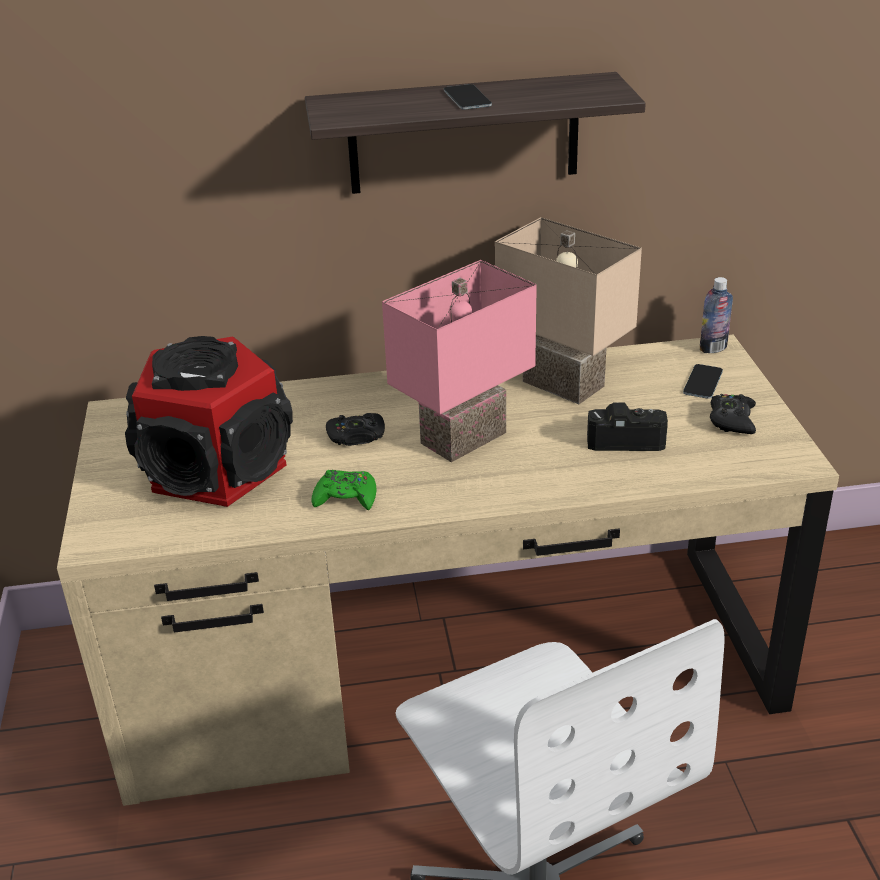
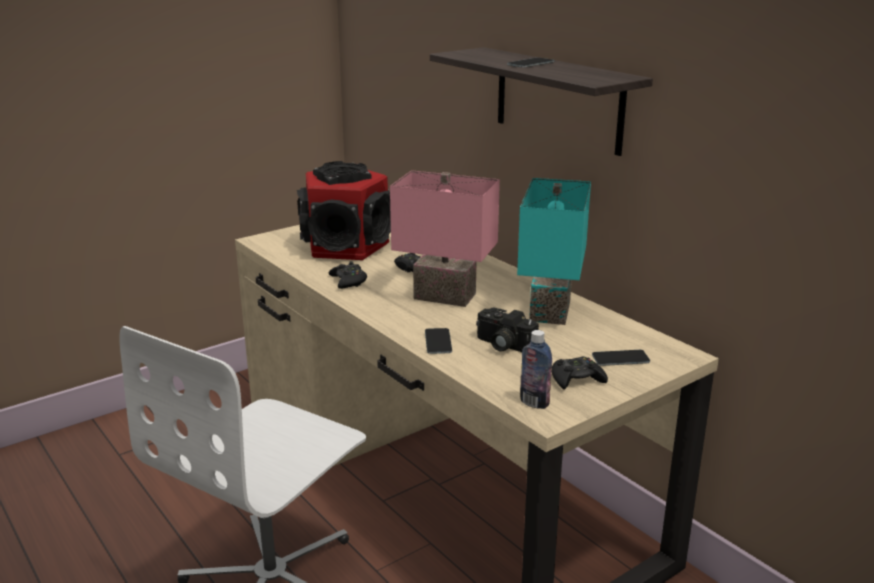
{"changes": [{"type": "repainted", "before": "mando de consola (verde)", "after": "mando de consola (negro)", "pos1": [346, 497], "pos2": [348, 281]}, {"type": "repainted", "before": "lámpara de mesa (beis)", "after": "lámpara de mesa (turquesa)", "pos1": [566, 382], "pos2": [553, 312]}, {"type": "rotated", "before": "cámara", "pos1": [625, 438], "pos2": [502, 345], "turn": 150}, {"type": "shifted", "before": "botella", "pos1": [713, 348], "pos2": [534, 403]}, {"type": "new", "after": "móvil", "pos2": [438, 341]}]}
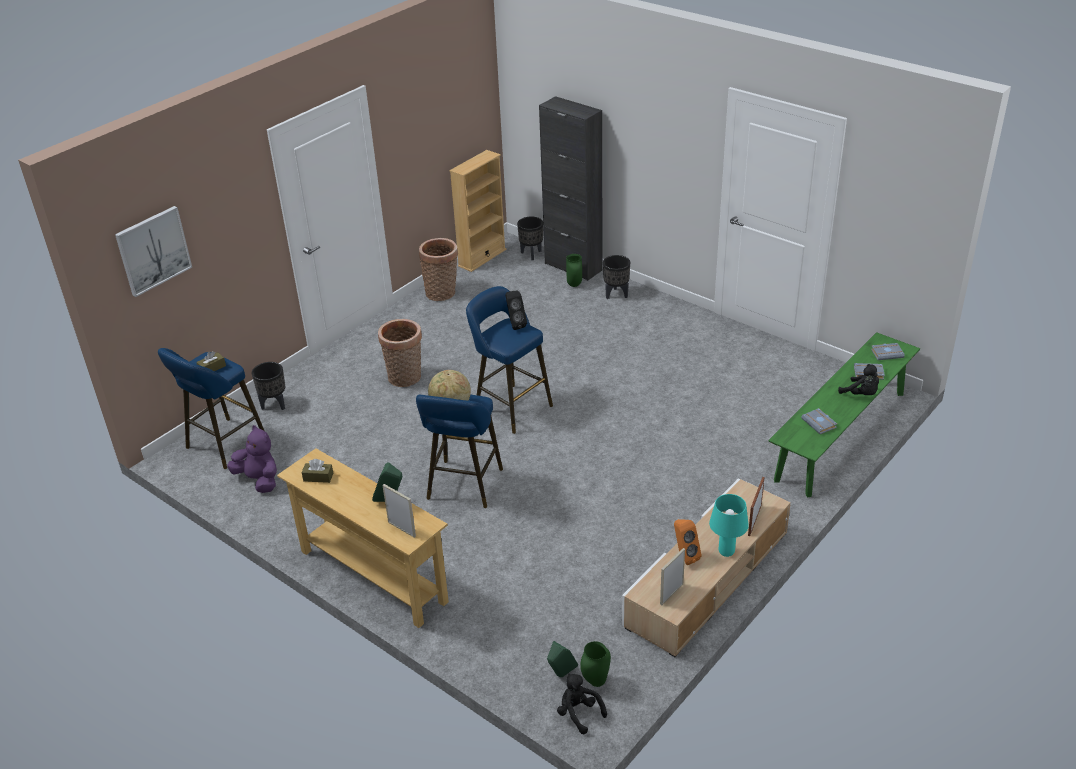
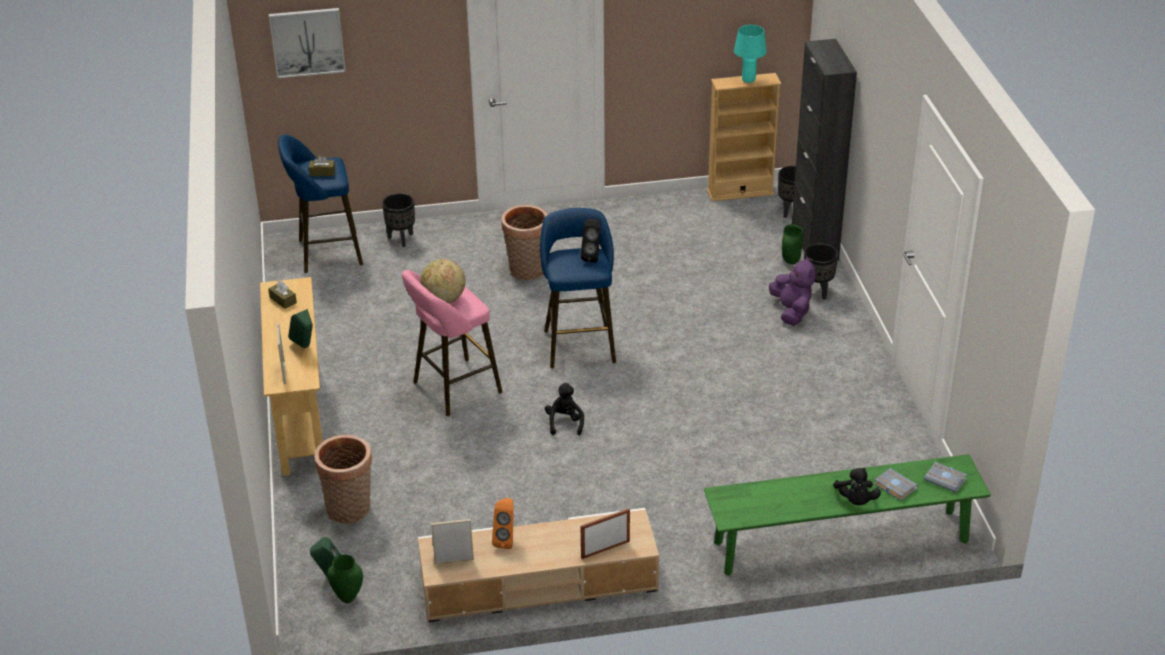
{"changes": [{"type": "shifted", "before": "peluche (morado)", "pos1": [259, 480], "pos2": [791, 311]}, {"type": "repainted", "before": "taburete (azul)", "after": "taburete (rosa)", "pos1": [463, 487], "pos2": [453, 389]}, {"type": "shifted", "before": "cesta", "pos1": [442, 293], "pos2": [350, 511]}, {"type": "shifted", "before": "peluche (negro)", "pos1": [579, 713], "pos2": [565, 423]}, {"type": "shifted", "before": "lámpara de mesa (turquesa)", "pos1": [726, 551], "pos2": [748, 80]}, {"type": "gone", "before": "libro (gris)", "pos1": [820, 423]}]}
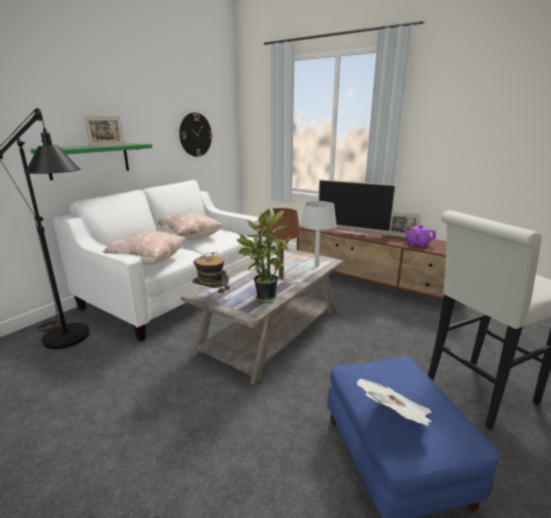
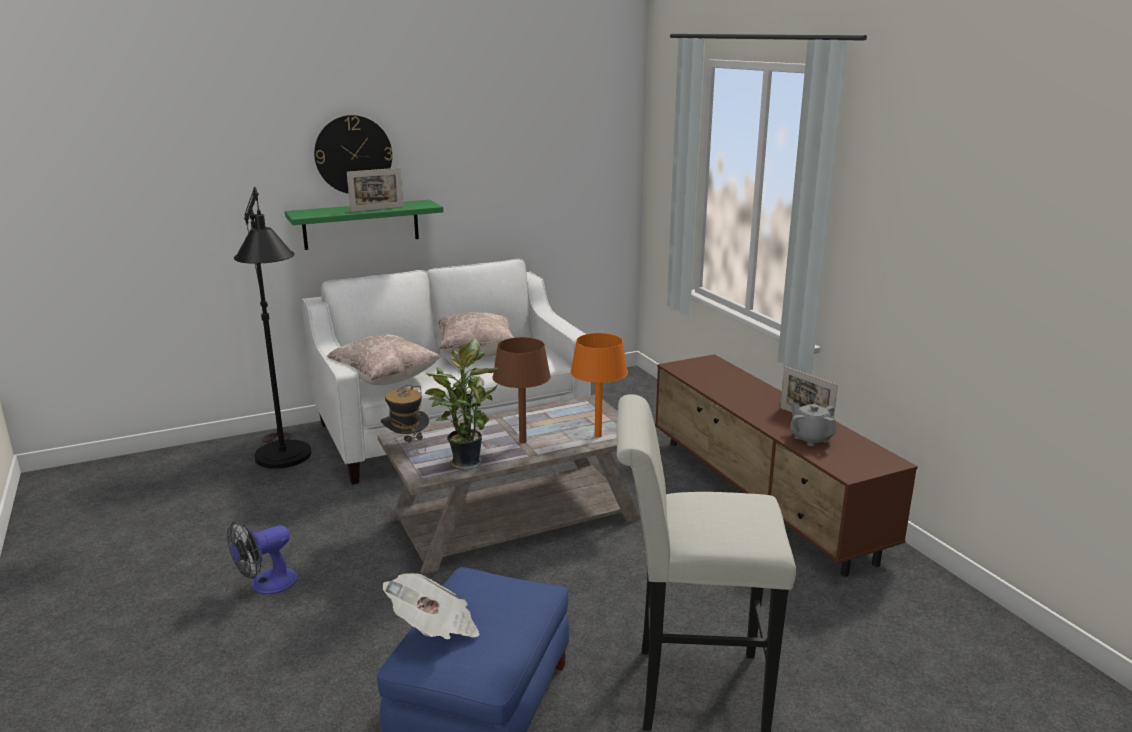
{"changes": [{"type": "shifted", "before": "reloj de pared", "pos1": [195, 135], "pos2": [353, 154]}, {"type": "repainted", "before": "lámpara de mesa (gris)", "after": "lámpara de mesa (naranja)", "pos1": [316, 265], "pos2": [598, 436]}, {"type": "gone", "before": "televisor", "pos1": [352, 232]}, {"type": "repainted", "before": "tetera (morado)", "after": "tetera (gris)", "pos1": [417, 244], "pos2": [810, 439]}, {"type": "new", "after": "ventilador", "pos2": [266, 584]}]}
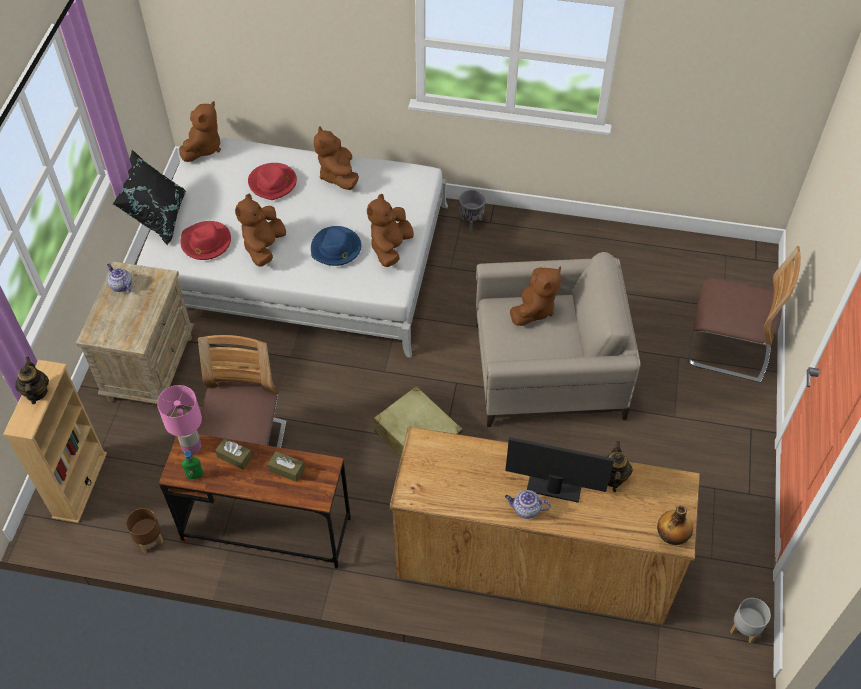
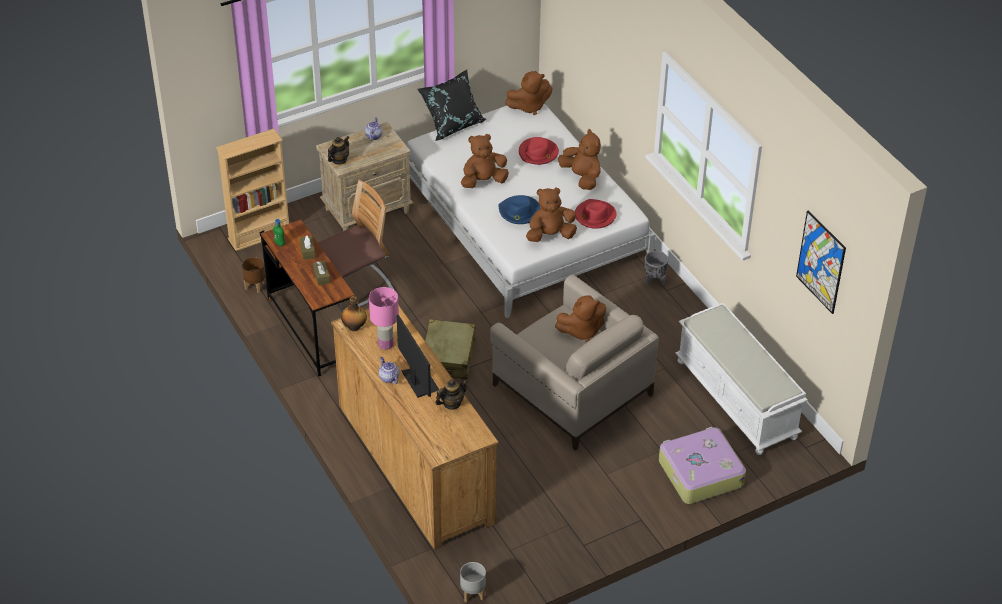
{"changes": [{"type": "shifted", "before": "tetera", "pos1": [36, 392], "pos2": [339, 160]}, {"type": "shifted", "before": "lámpara de mesa (rosa)", "pos1": [192, 446], "pos2": [386, 344]}, {"type": "shifted", "before": "sombrero (rojo)", "pos1": [206, 243], "pos2": [594, 216]}, {"type": "rotated", "before": "peluche (marrón)", "pos1": [338, 175], "pos2": [582, 177], "turn": 105}, {"type": "shifted", "before": "botella", "pos1": [672, 536], "pos2": [354, 327]}, {"type": "swapped", "before": "silla", "after": "maleta", "pos1": [727, 348], "pos2": [699, 473]}, {"type": "new", "after": "banco (blanco)", "pos2": [737, 399]}, {"type": "new", "after": "cuadro", "pos2": [821, 262]}]}
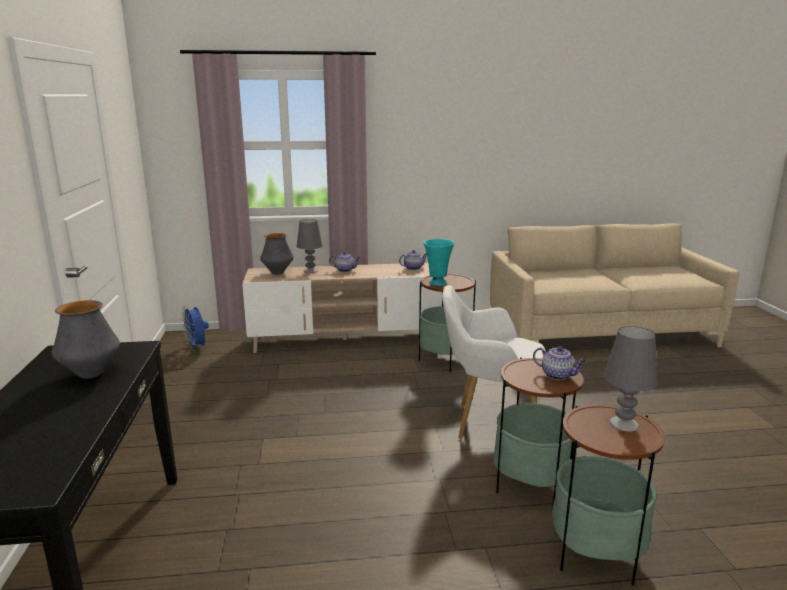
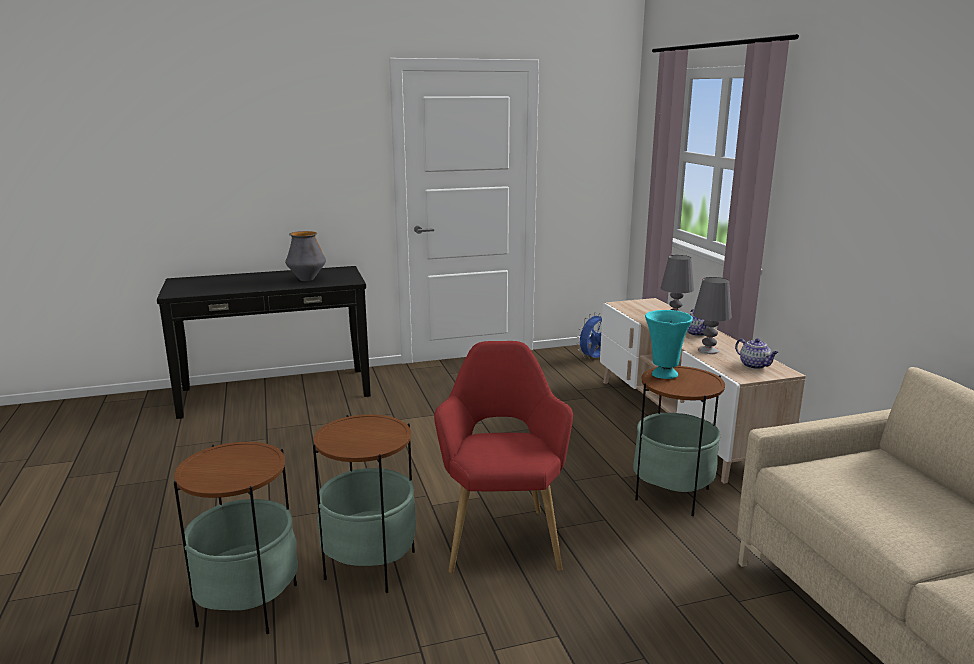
{"changes": [{"type": "gone", "before": "florero", "pos1": [277, 272]}, {"type": "repainted", "before": "sillón (blanco)", "after": "sillón (rojo)", "pos1": [490, 423], "pos2": [502, 535]}, {"type": "gone", "before": "tetera", "pos1": [558, 375]}, {"type": "shifted", "before": "lámpara de mesa (gris)", "pos1": [623, 423], "pos2": [708, 350]}]}
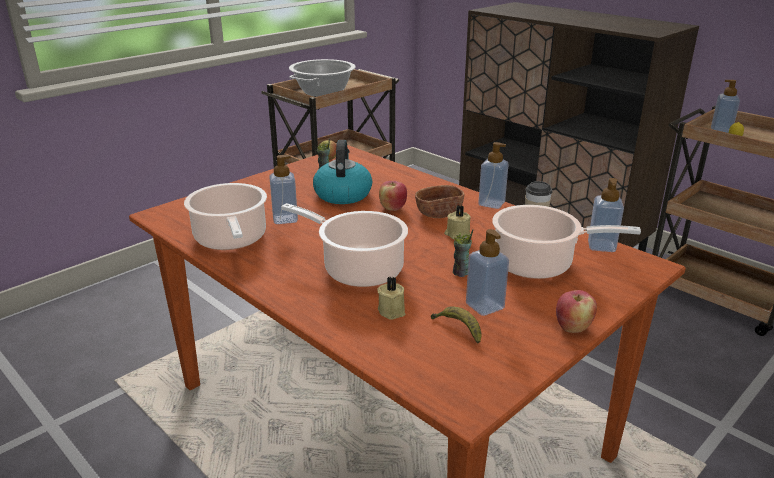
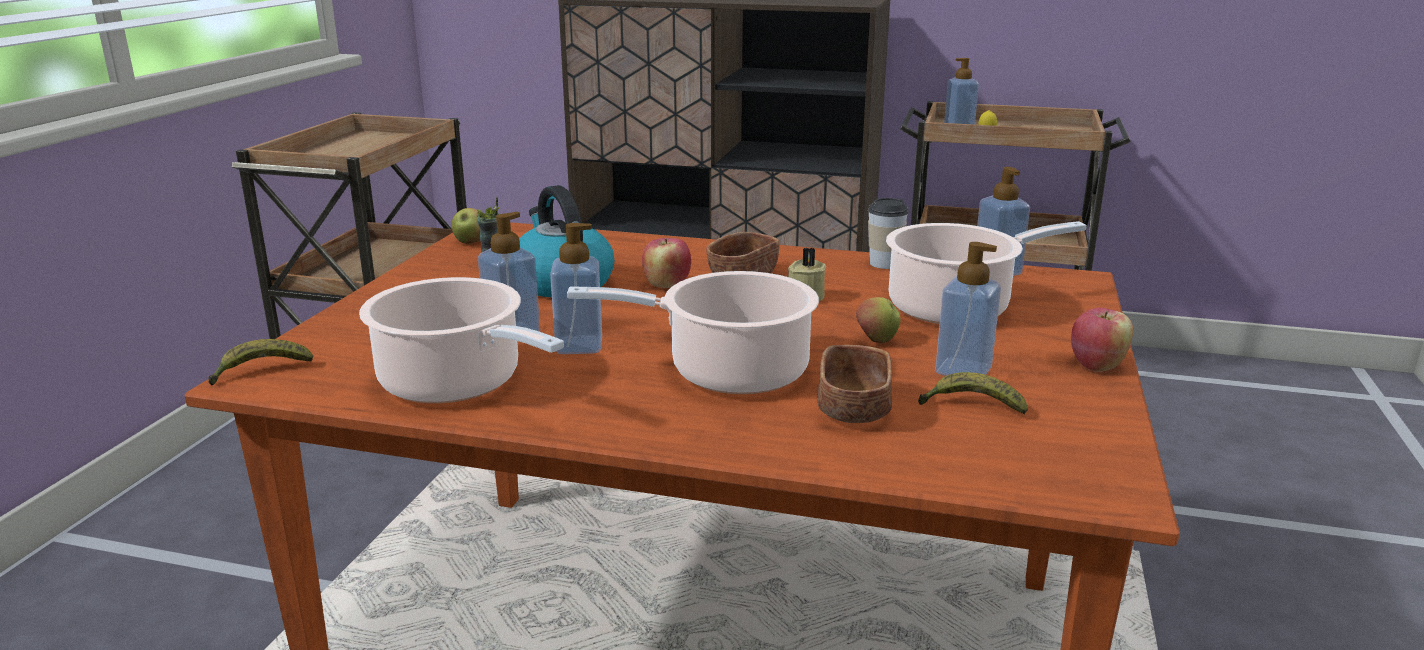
{"changes": [{"type": "gone", "before": "olla", "pos1": [323, 93]}, {"type": "swapped", "before": "vela (beis)", "after": "cuenco (marrón)", "pos1": [392, 310], "pos2": [853, 409]}, {"type": "swapped", "before": "taza", "after": "manzana", "pos1": [460, 273], "pos2": [876, 340]}, {"type": "shifted", "before": "dispensador de jabón", "pos1": [491, 203], "pos2": [579, 346]}, {"type": "new", "after": "plátano", "pos2": [261, 371]}]}
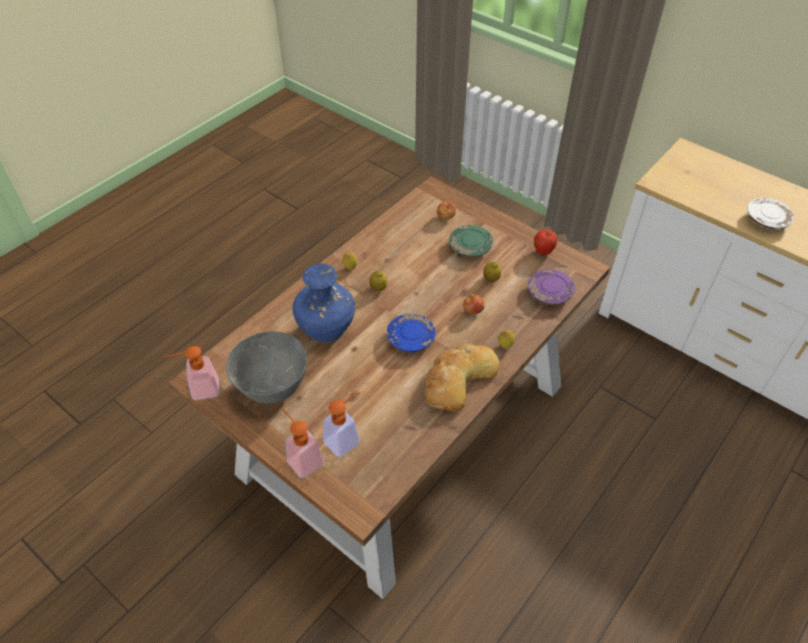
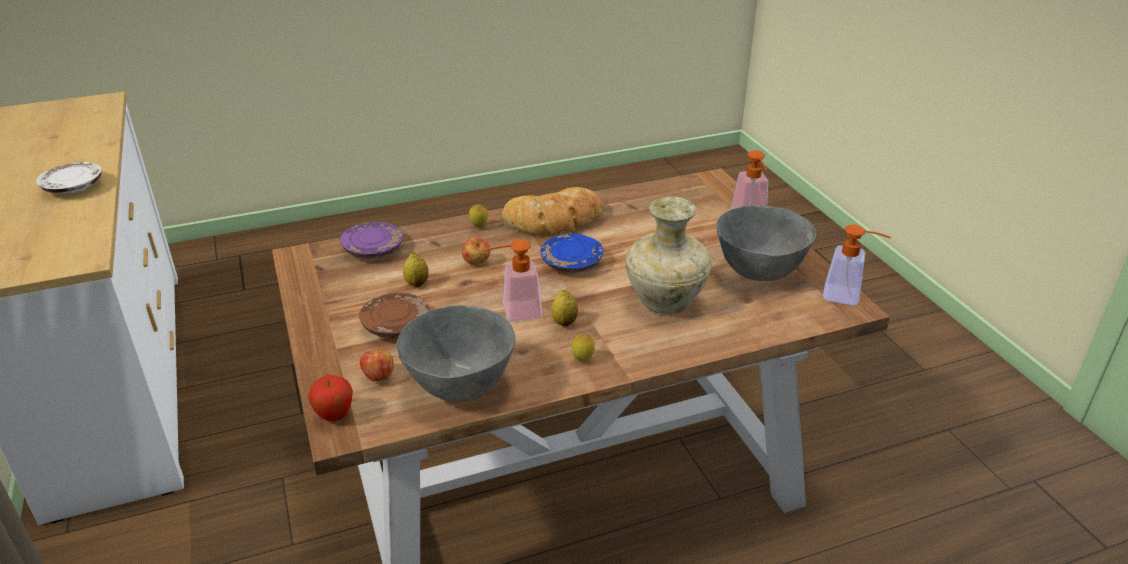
{"changes": [{"type": "repainted", "before": "florero (azul)", "after": "florero (beis)", "pos1": [327, 330], "pos2": [664, 301]}, {"type": "shifted", "before": "dispensador de jabón", "pos1": [346, 439], "pos2": [514, 312]}, {"type": "repainted", "before": "plato (verde)", "after": "plato (marrón)", "pos1": [470, 247], "pos2": [396, 325]}, {"type": "shifted", "before": "manzana", "pos1": [543, 252], "pos2": [335, 416]}, {"type": "new", "after": "cuenco (gris)", "pos2": [460, 386]}]}
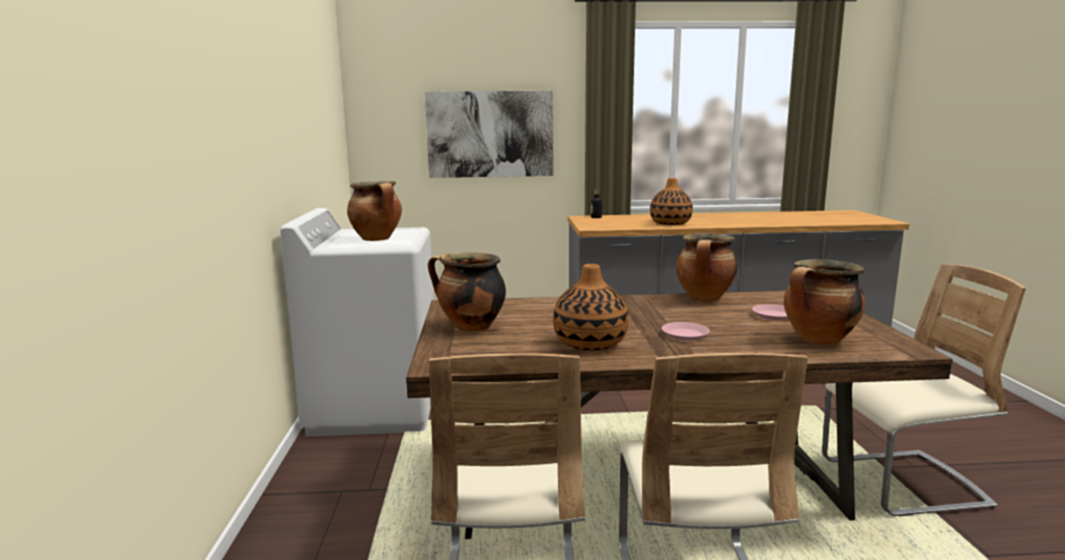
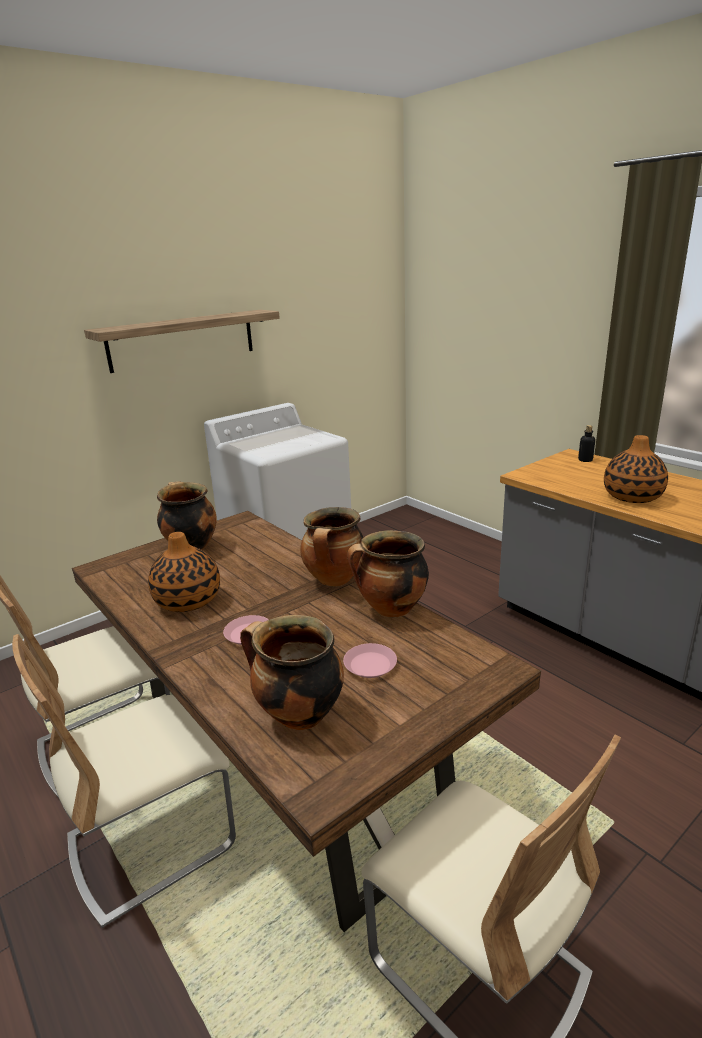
{"changes": [{"type": "shifted", "before": "olla", "pos1": [377, 239], "pos2": [335, 580]}, {"type": "gone", "before": "cuadro", "pos1": [490, 134]}, {"type": "new", "after": "estante", "pos2": [182, 340]}]}
